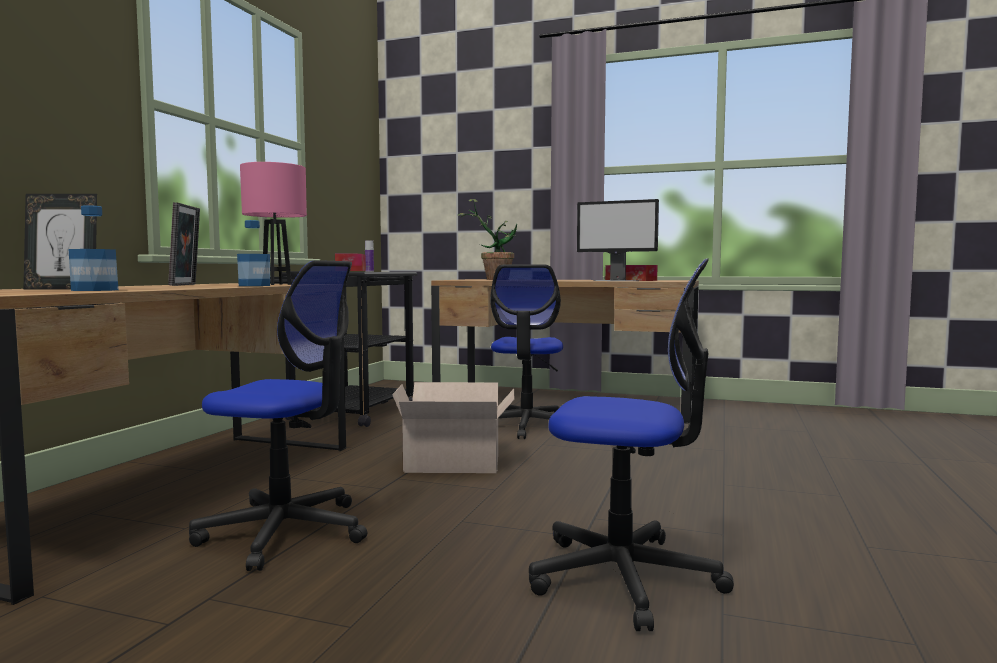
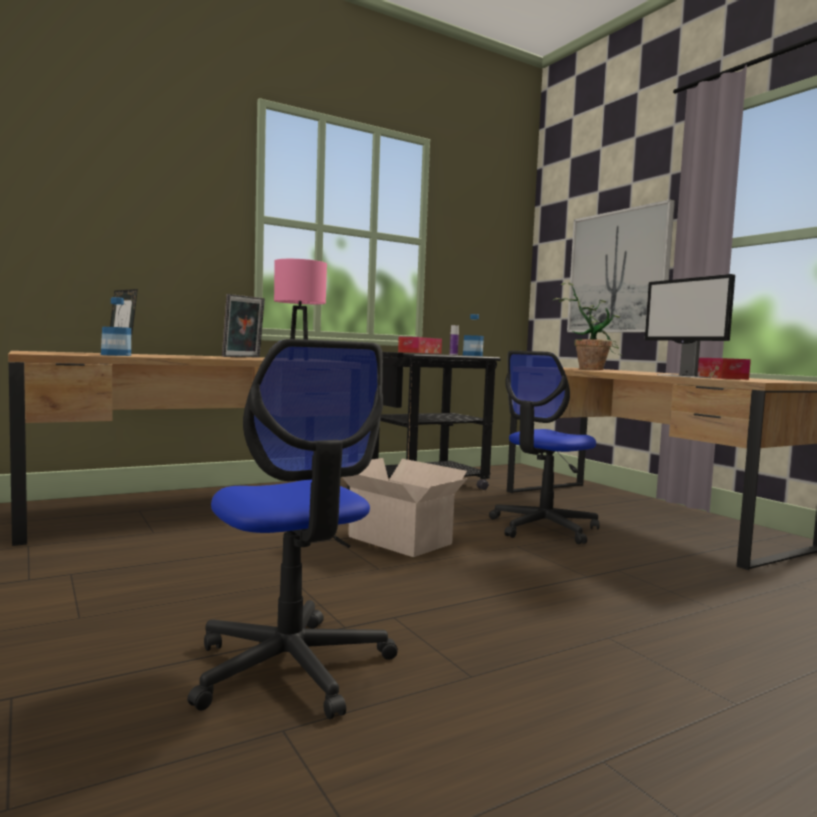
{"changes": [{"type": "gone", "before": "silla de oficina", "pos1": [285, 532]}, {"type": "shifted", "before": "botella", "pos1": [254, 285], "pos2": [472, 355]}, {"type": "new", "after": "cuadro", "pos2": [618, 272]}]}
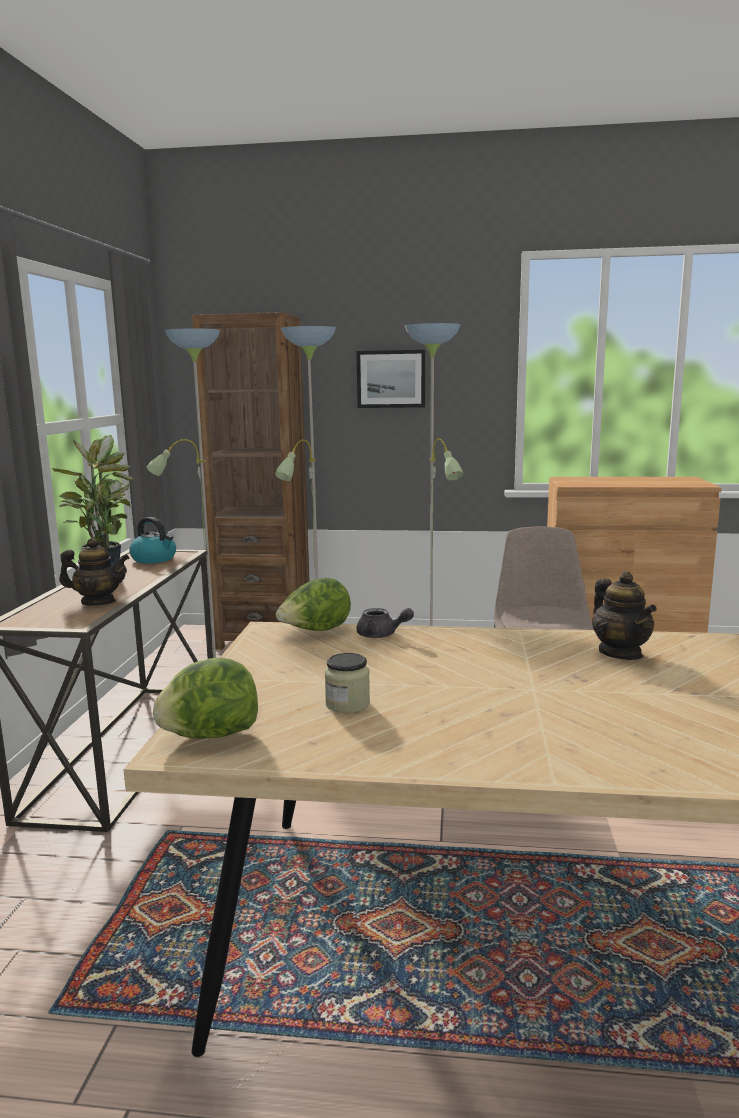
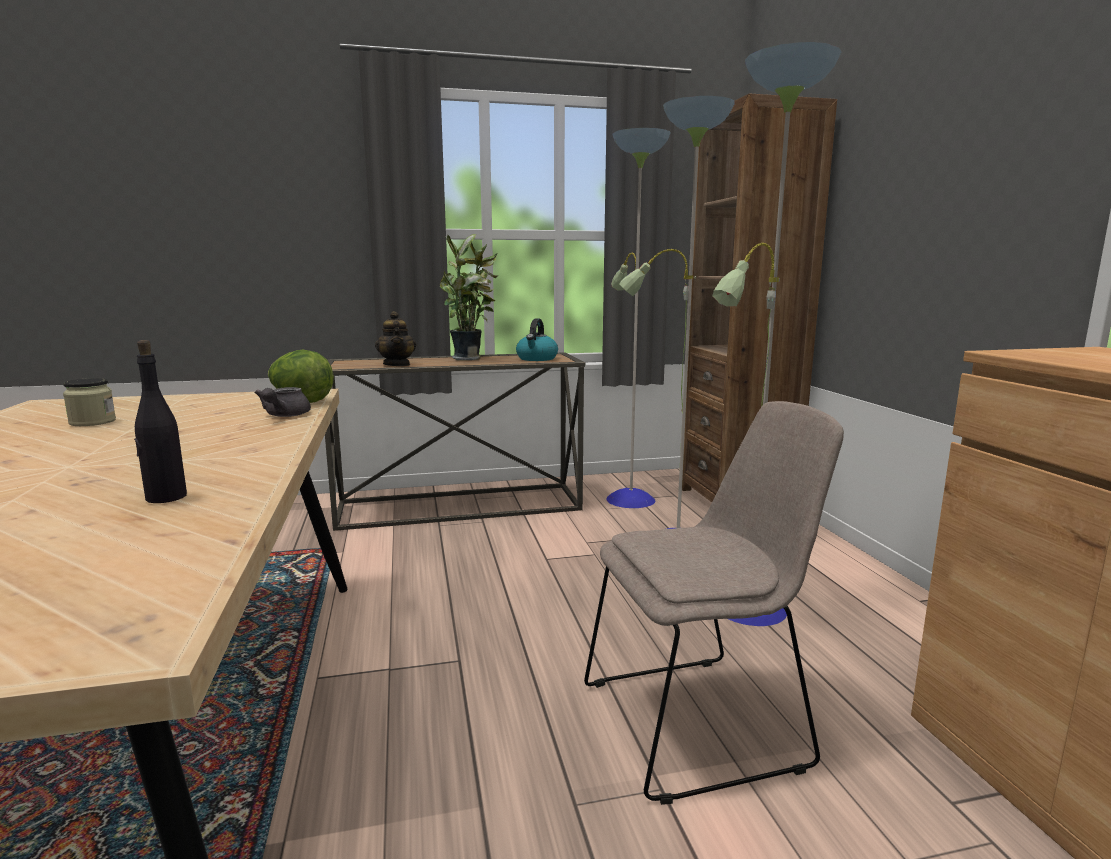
{"changes": [{"type": "gone", "before": "lechuga", "pos1": [211, 735]}, {"type": "gone", "before": "cuadro", "pos1": [391, 379]}, {"type": "swapped", "before": "tetera", "after": "botella (negro)", "pos1": [620, 653], "pos2": [165, 497]}]}
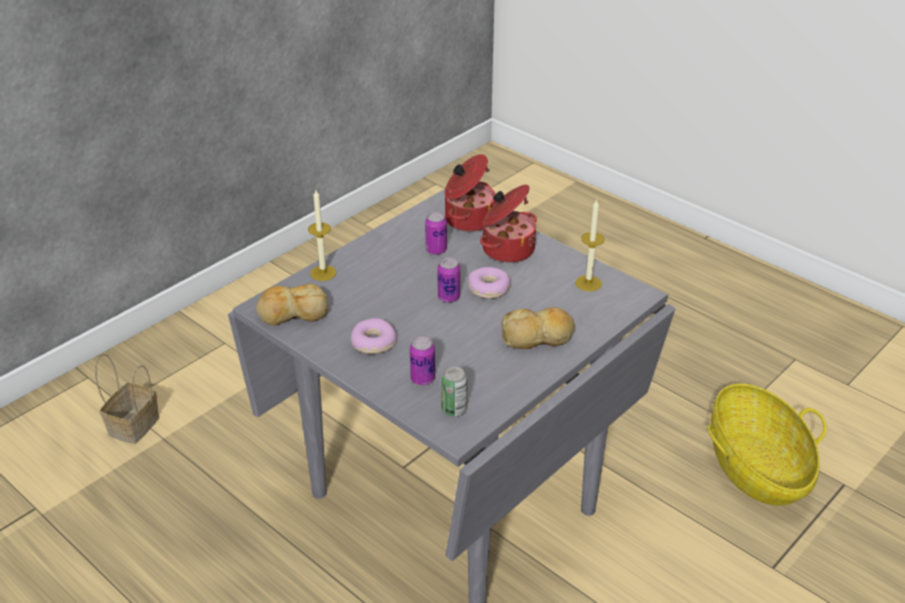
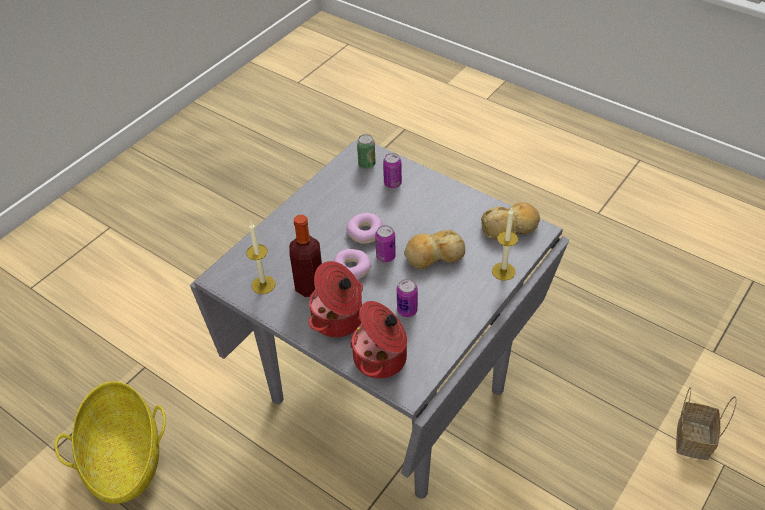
{"changes": [{"type": "shifted", "before": "rosquilla", "pos1": [373, 343], "pos2": [365, 233]}, {"type": "shifted", "before": "pan", "pos1": [538, 337], "pos2": [433, 255]}, {"type": "new", "after": "botella", "pos2": [309, 287]}]}
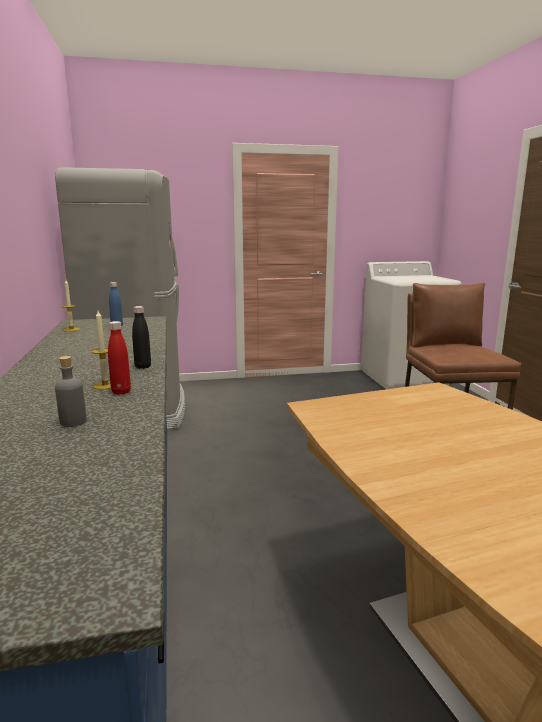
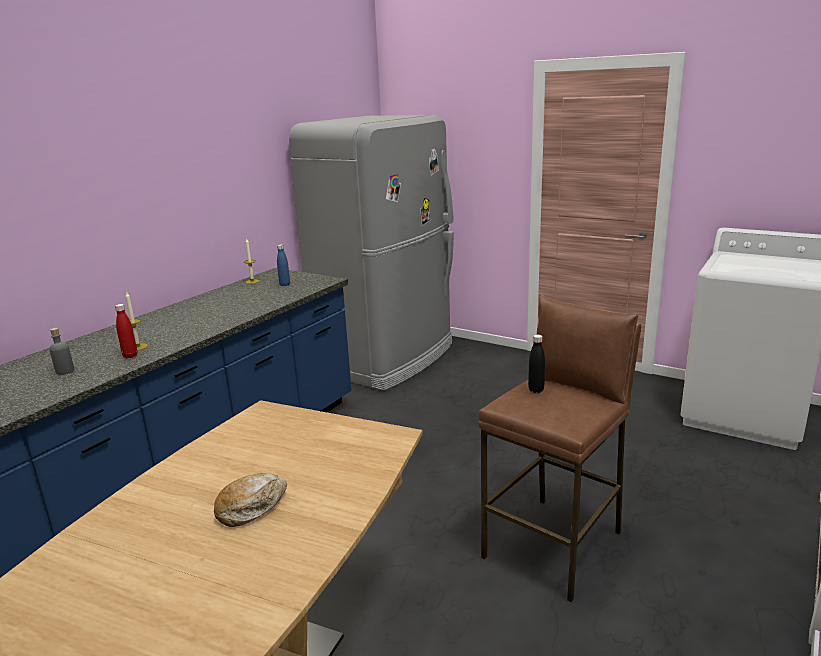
{"changes": [{"type": "shifted", "before": "botella (negro)", "pos1": [143, 367], "pos2": [536, 390]}, {"type": "new", "after": "pan", "pos2": [251, 507]}]}
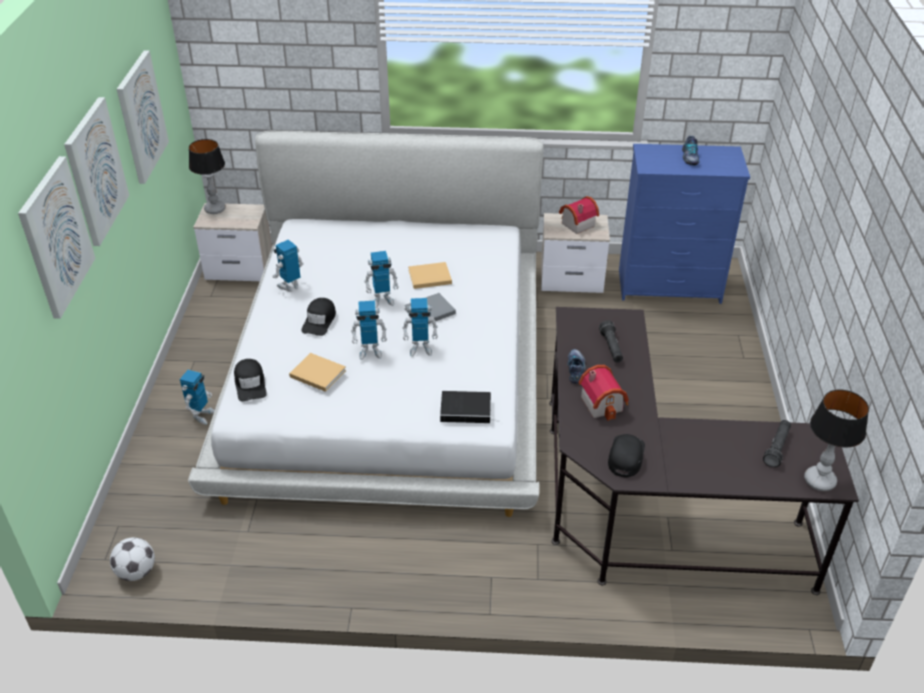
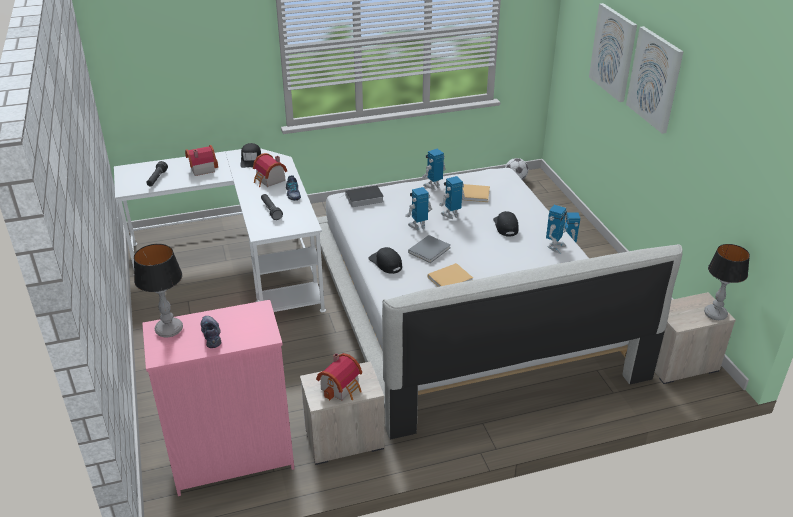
{"changes": [{"type": "gone", "before": "cuadro", "pos1": [141, 117]}, {"type": "shifted", "before": "gorra (negro)", "pos1": [250, 384], "pos2": [386, 263]}, {"type": "shifted", "before": "robot de juguete", "pos1": [382, 300], "pos2": [433, 186]}, {"type": "repainted", "before": "escritorio (negro)", "after": "escritorio (blanco)", "pos1": [646, 508], "pos2": [240, 261]}, {"type": "repainted", "before": "cómoda (azul)", "after": "cómoda (rosa)", "pos1": [670, 286], "pos2": [231, 459]}, {"type": "shifted", "before": "lámpara de mesa", "pos1": [819, 481], "pos2": [169, 329]}, {"type": "new", "after": "casita", "pos2": [201, 168]}]}
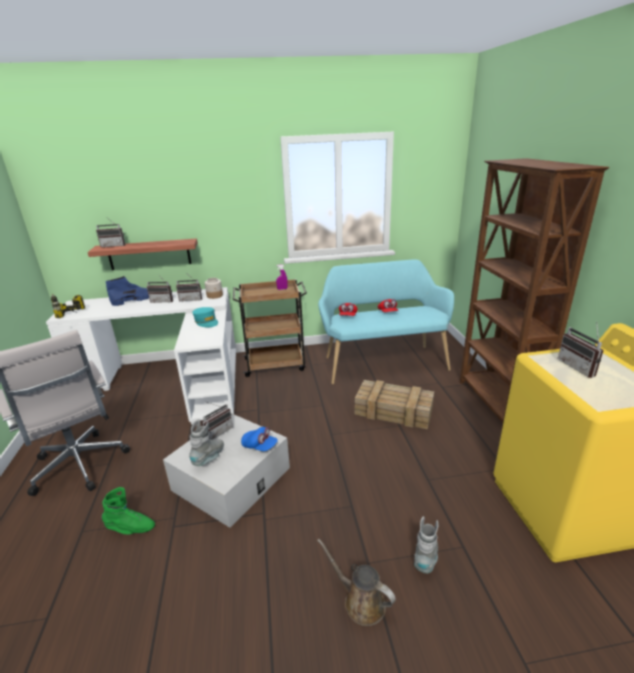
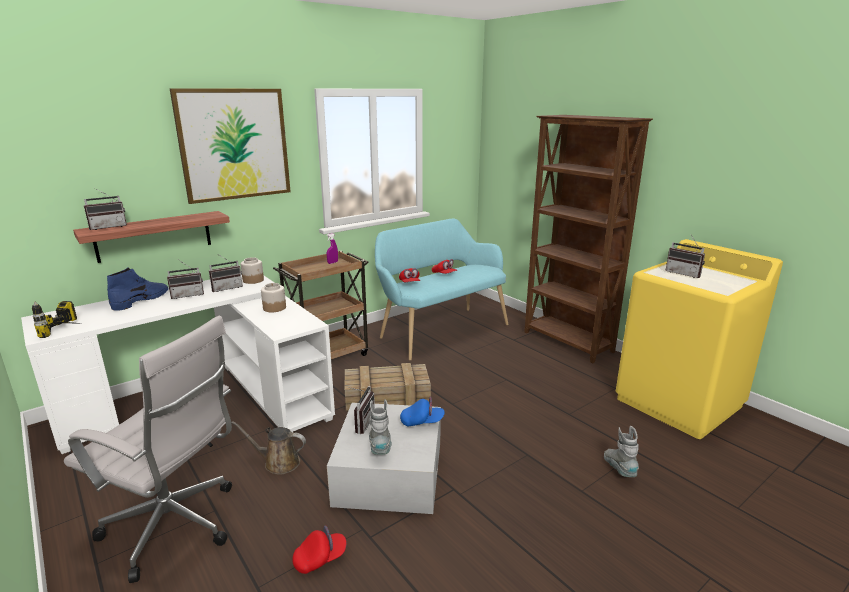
{"changes": [{"type": "swapped", "before": "bota (verde)", "after": "gorra (rojo)", "pos1": [130, 528], "pos2": [320, 558]}, {"type": "swapped", "before": "gorra (turquesa)", "after": "tarro", "pos1": [206, 322], "pos2": [274, 308]}, {"type": "shifted", "before": "regadera (marrón)", "pos1": [360, 601], "pos2": [278, 463]}, {"type": "shifted", "before": "caja de embalaje", "pos1": [395, 411], "pos2": [388, 396]}, {"type": "new", "after": "cuadro", "pos2": [234, 144]}]}
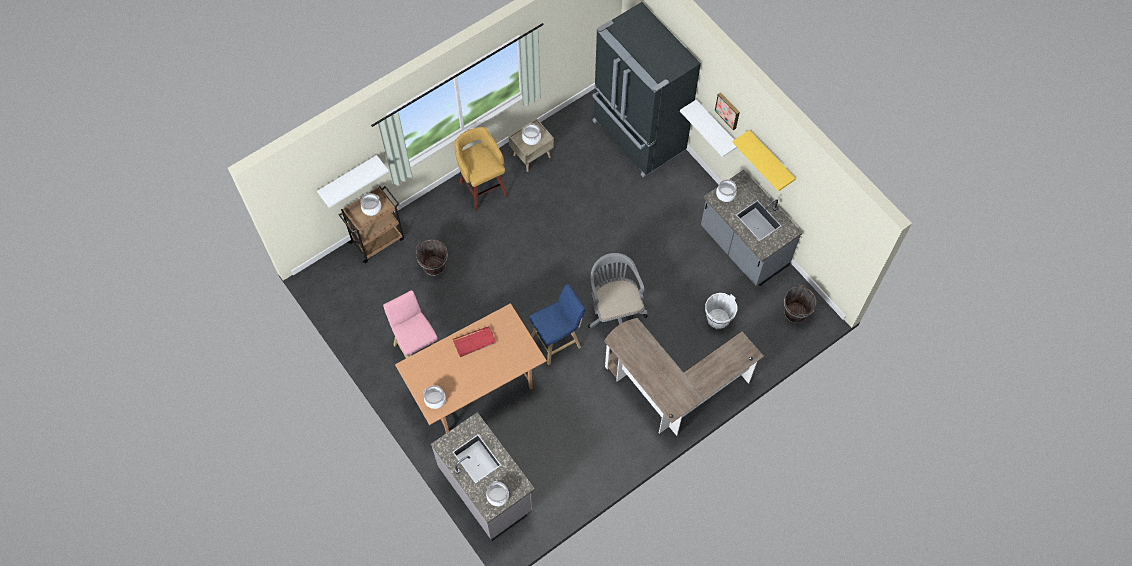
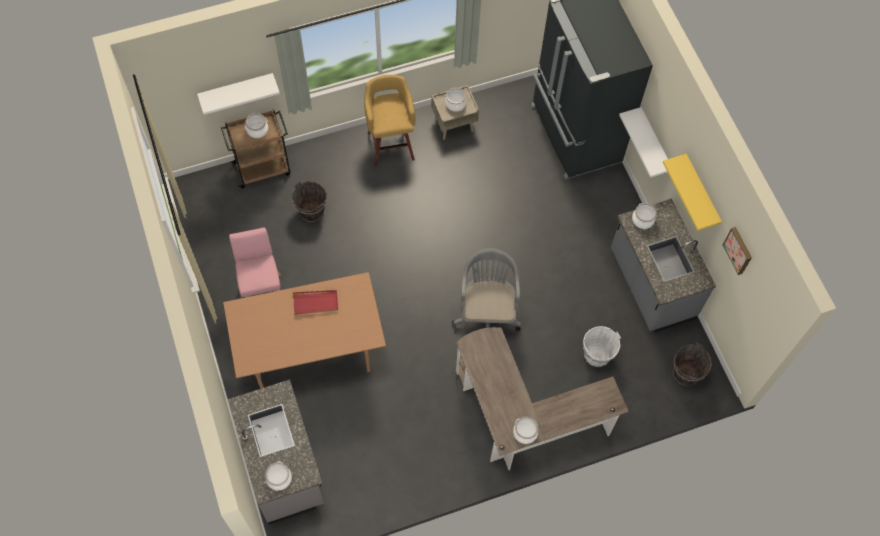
{"changes": [{"type": "shifted", "before": "olla", "pos1": [435, 399], "pos2": [525, 432]}, {"type": "gone", "before": "taburete (azul)", "pos1": [557, 341]}, {"type": "shifted", "before": "cuadro", "pos1": [728, 110], "pos2": [738, 250]}]}
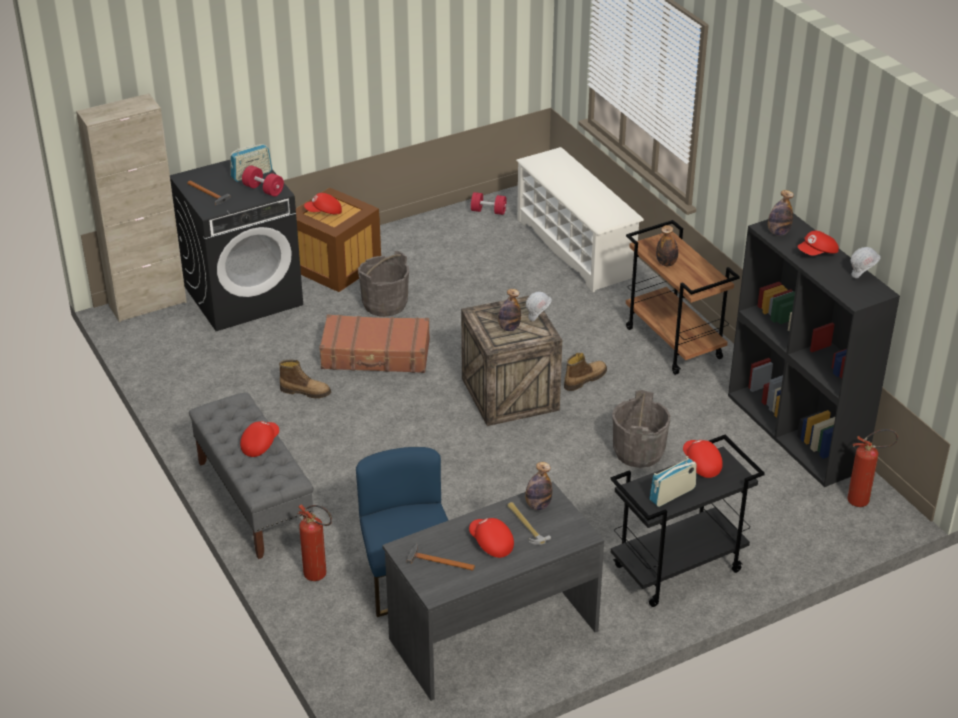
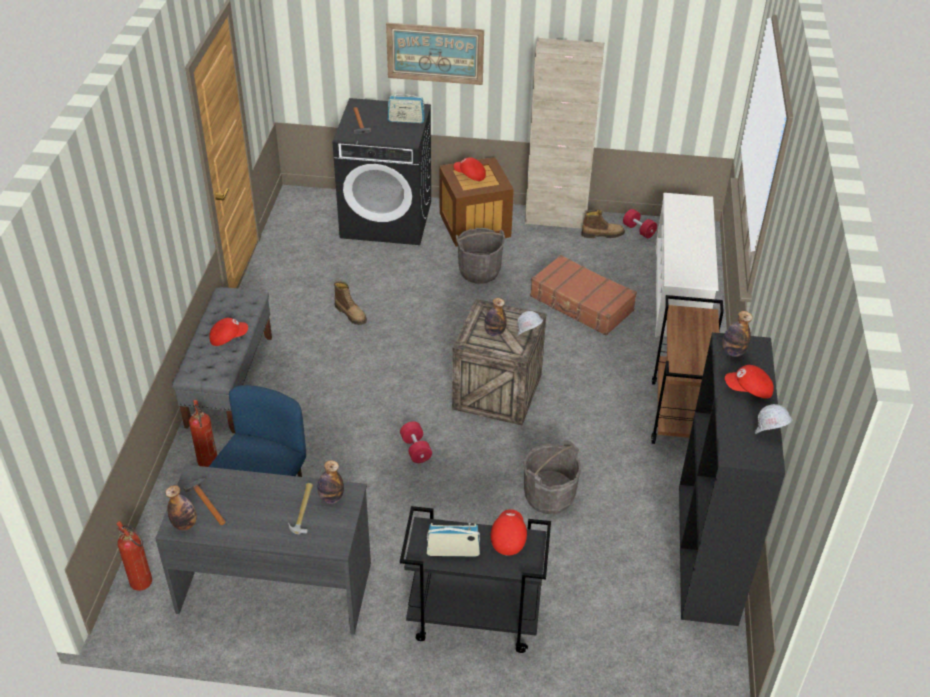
{"changes": [{"type": "shifted", "before": "armario (beis)", "pos1": [147, 304], "pos2": [555, 219]}, {"type": "shifted", "before": "mancuerna (rojo)", "pos1": [263, 190], "pos2": [416, 449]}, {"type": "shifted", "before": "maleta (marrón)", "pos1": [376, 355], "pos2": [581, 304]}, {"type": "gone", "before": "gorra (rojo)", "pos1": [491, 543]}, {"type": "shifted", "before": "bota", "pos1": [584, 379], "pos2": [602, 234]}, {"type": "shifted", "before": "botella", "pos1": [666, 263], "pos2": [185, 524]}, {"type": "shifted", "before": "extintor", "pos1": [863, 501], "pos2": [144, 585]}, {"type": "new", "after": "cuadro", "pos2": [435, 53]}]}
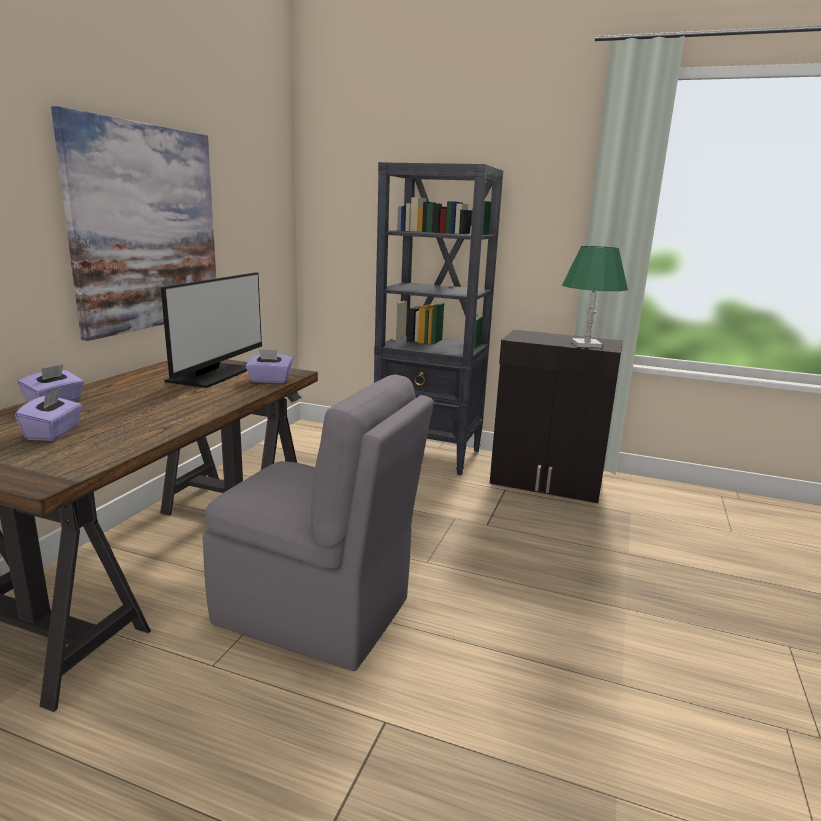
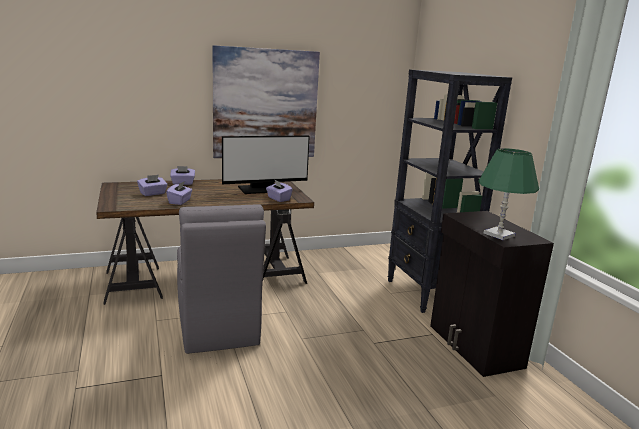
{"changes": [{"type": "new", "after": "caja de pañuelos (morado)", "pos2": [180, 201]}]}
